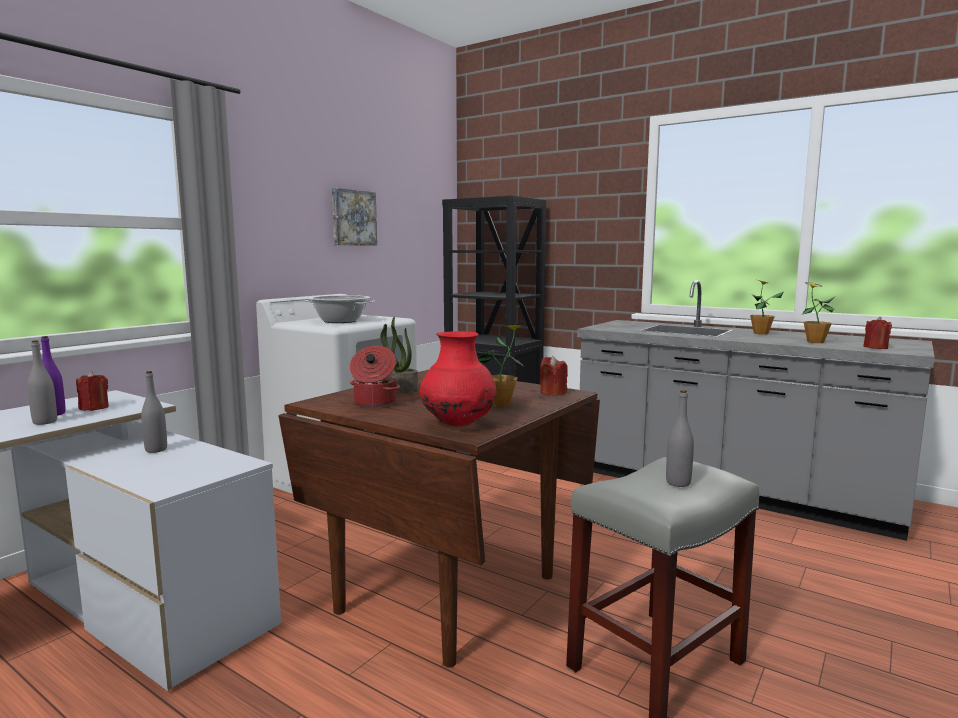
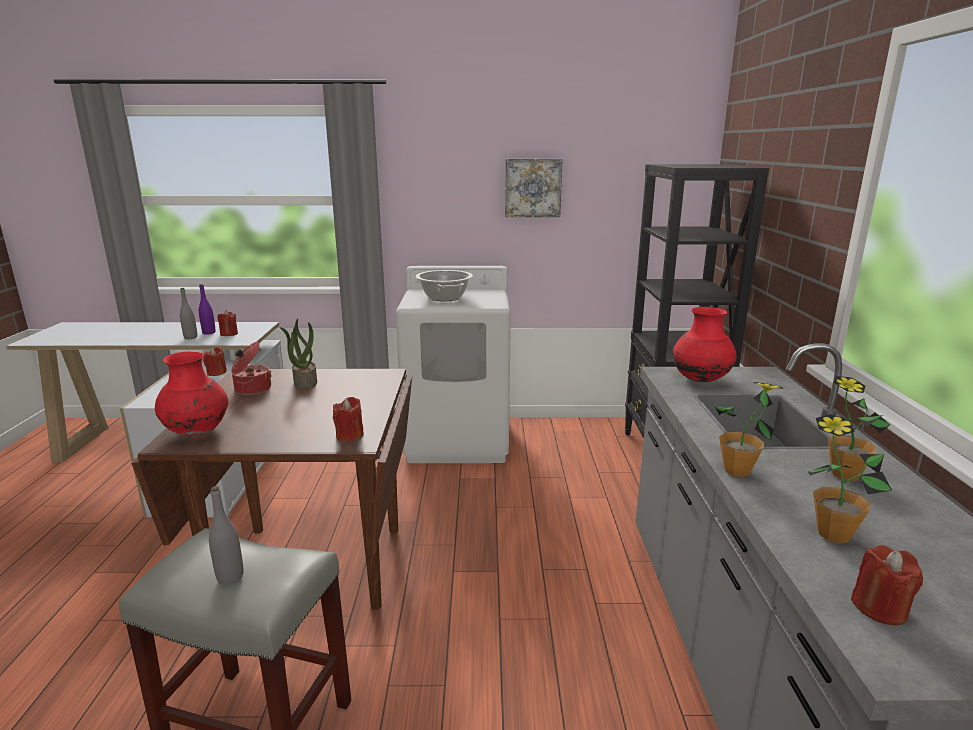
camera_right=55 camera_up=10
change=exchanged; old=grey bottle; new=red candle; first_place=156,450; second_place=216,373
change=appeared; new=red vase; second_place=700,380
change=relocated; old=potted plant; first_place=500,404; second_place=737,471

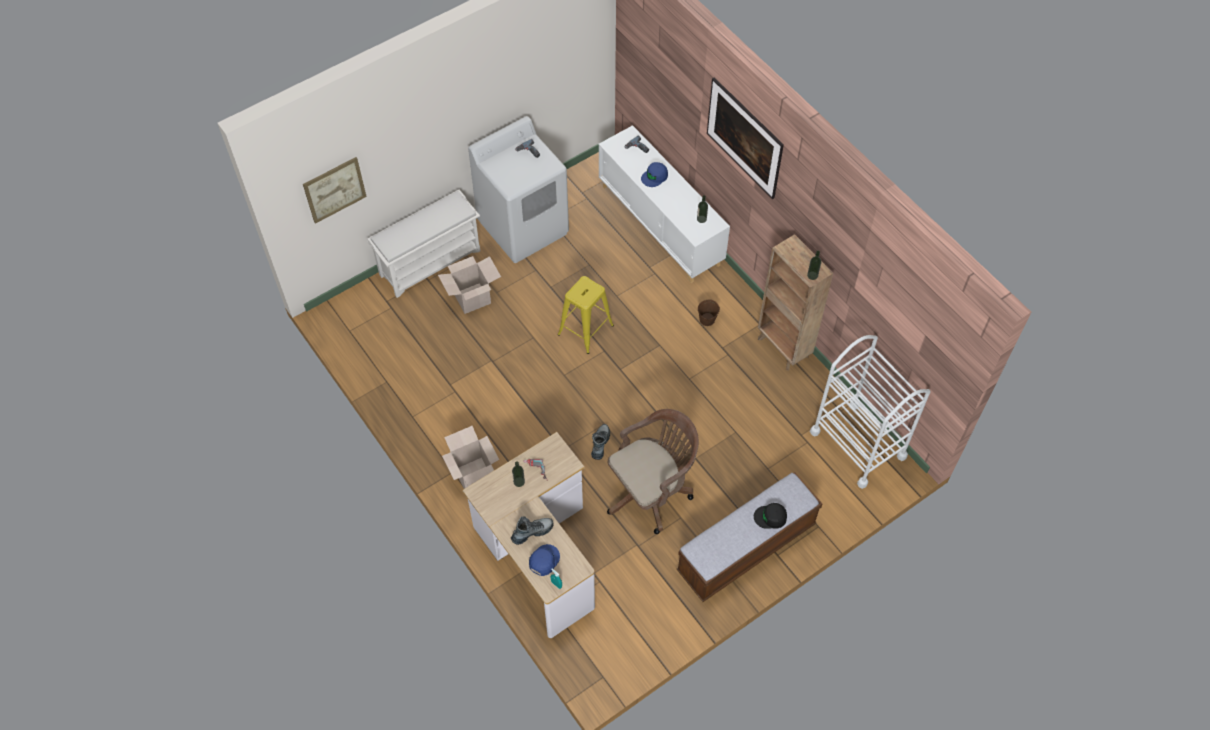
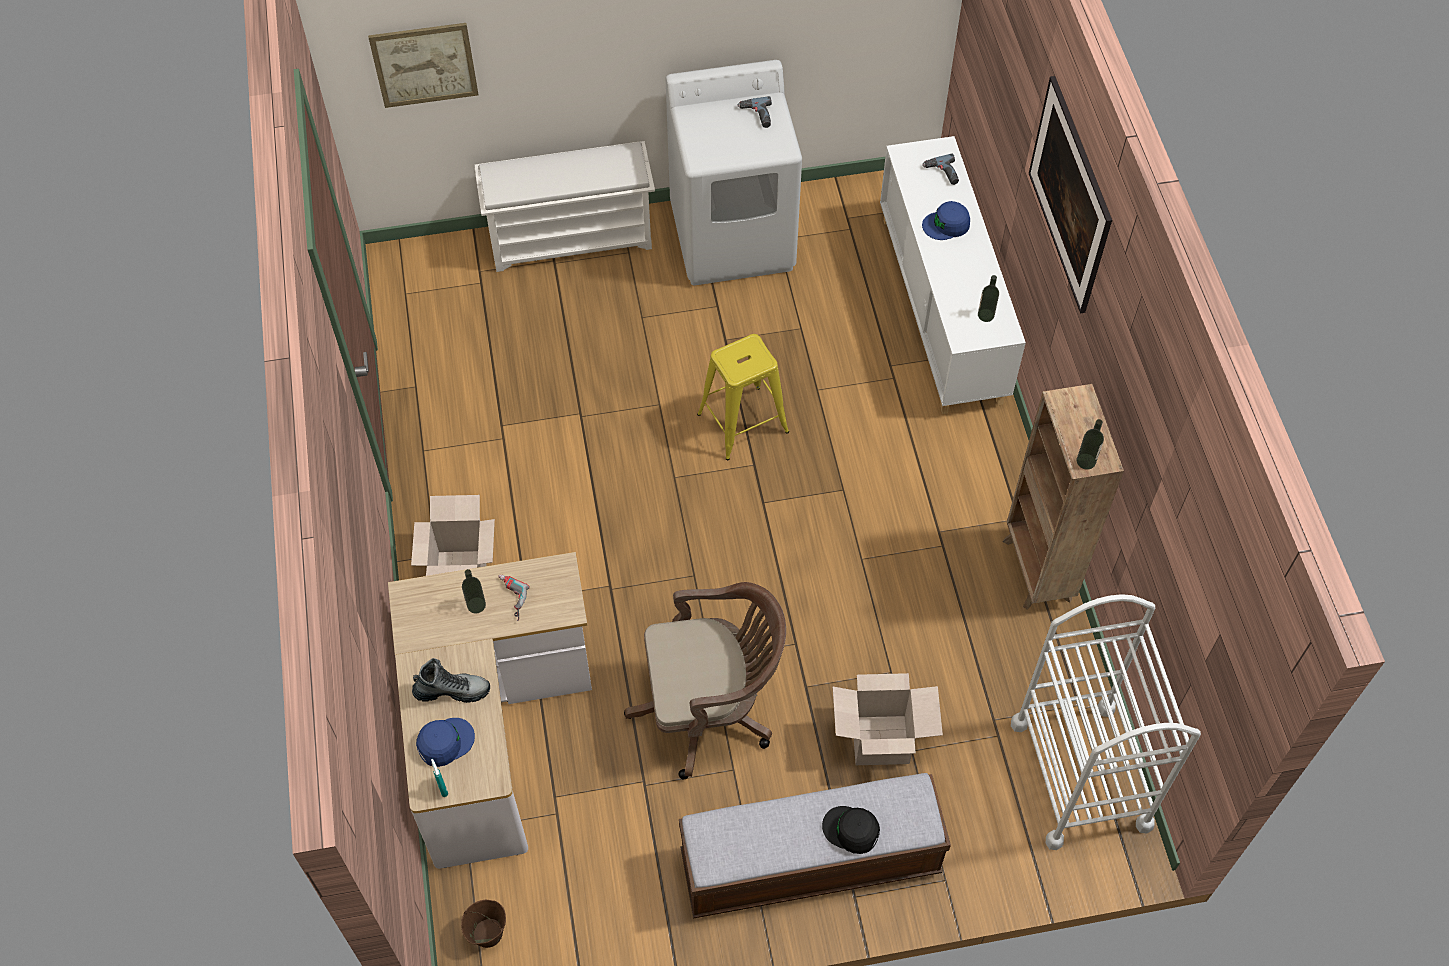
camera_right=25 camera_up=0
change=relocated; old=brown bucket; first_place=707,320; second_place=487,933
change=relocated; old=cardboard box; first_place=472,298; second_place=880,741
change=missing; old=boot; first_place=600,443

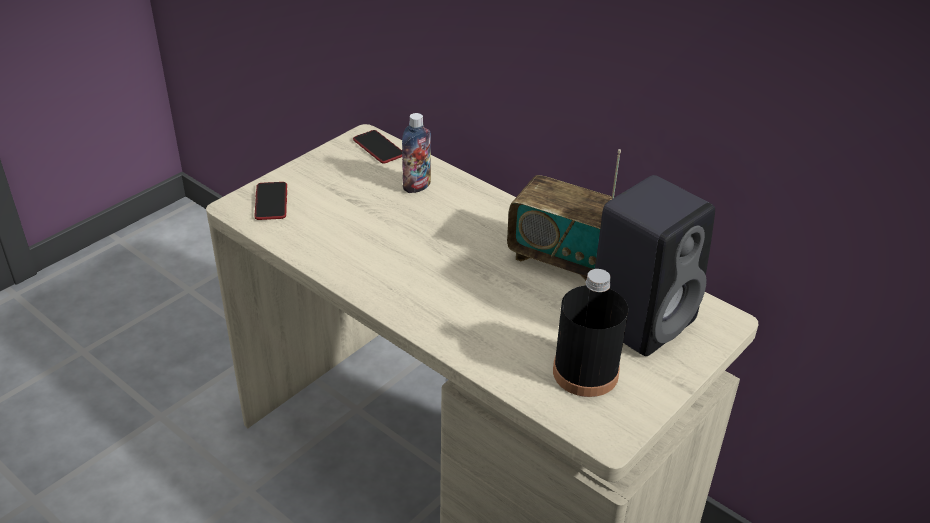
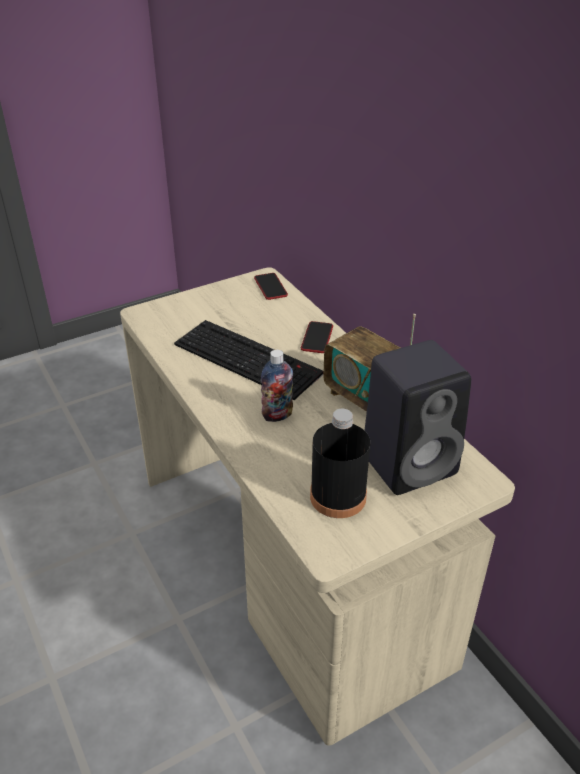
camera_right=20 camera_up=0
change=appeared; new=keyboard; second_place=250,359
change=relocated; old=bottle; first_place=417,186; second_place=277,415
change=relocated; old=phone; first_place=271,202; second_place=317,338

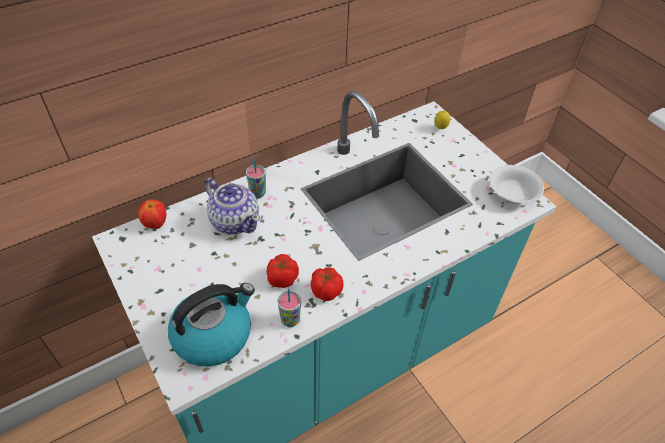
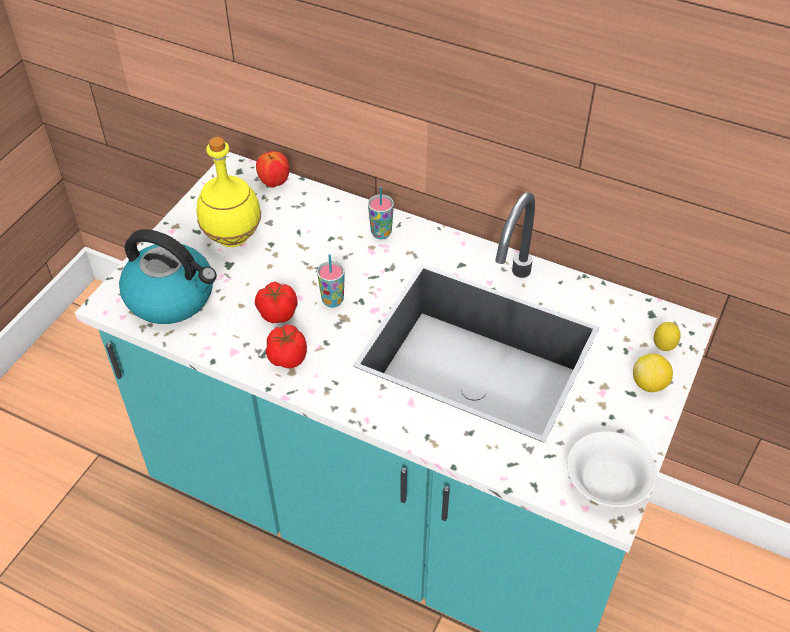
camera_right=60 camera_up=0
change=appeared; new=yellow bottle; second_place=232,238
change=relocated; old=cup; first_place=290,320; second_place=332,300
change=appeared; new=lemon; second_place=649,384
change=missing; old=teapot; first_place=235,221

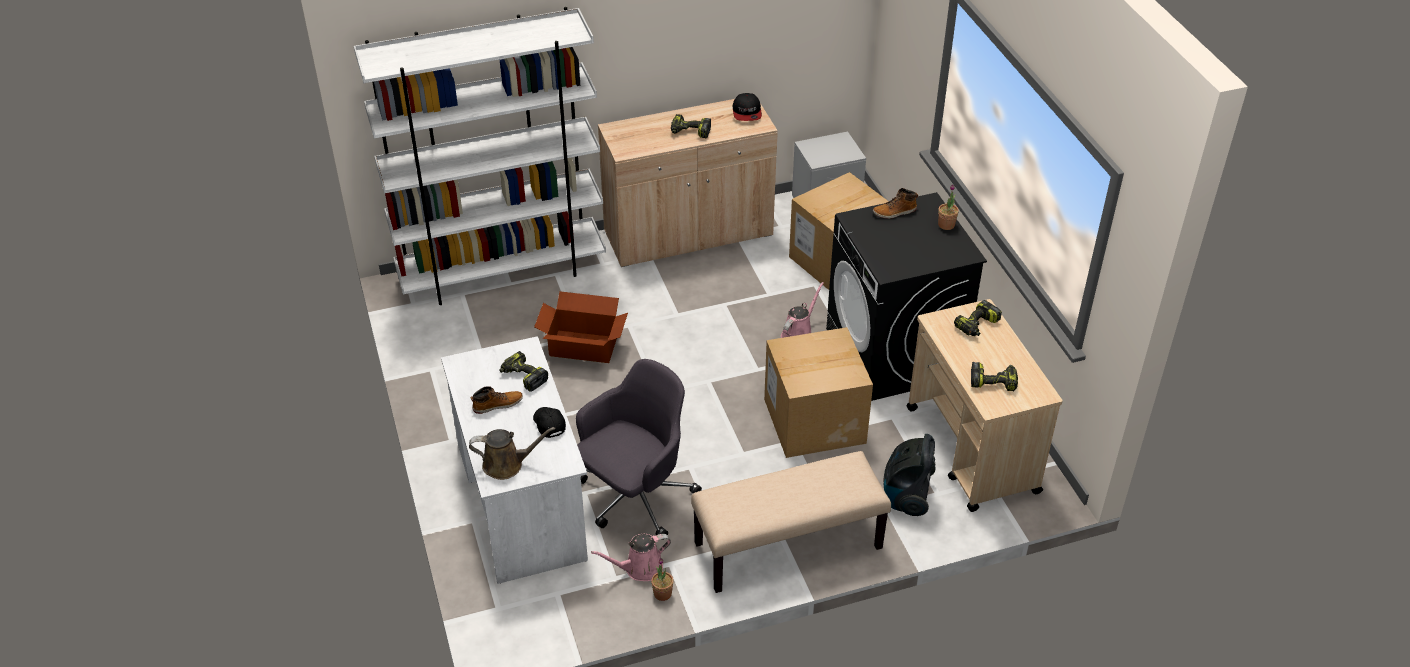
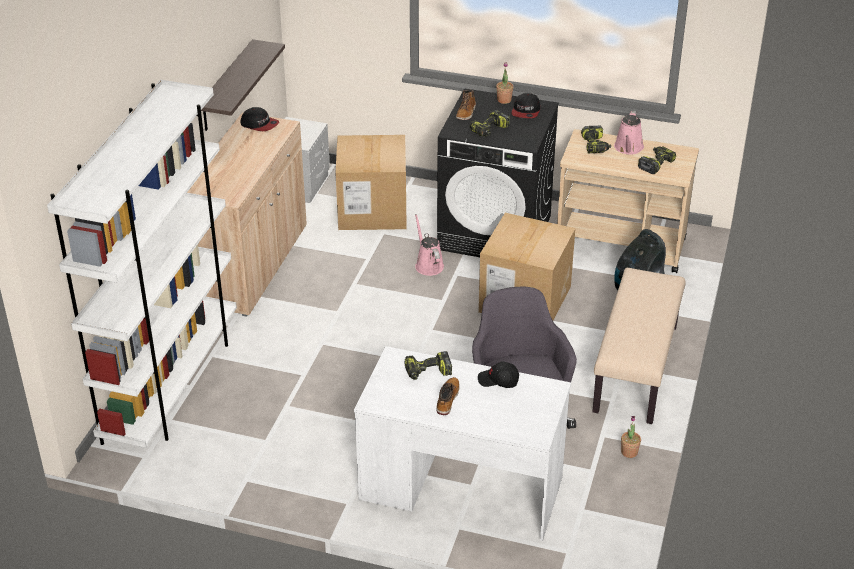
camera_right=-55 camera_up=-5
change=appeared; new=shelf; second_place=226,86
change=relocated; old=power drill; first_place=690,132; second_place=490,130
change=appeared; new=cap; second_place=526,111
change=relocated; old=pink watering can; first_place=640,568; second_place=628,148
change=missing; old=brown watering can; first_place=507,464
change=missing; old=cardboard box; first_place=583,347

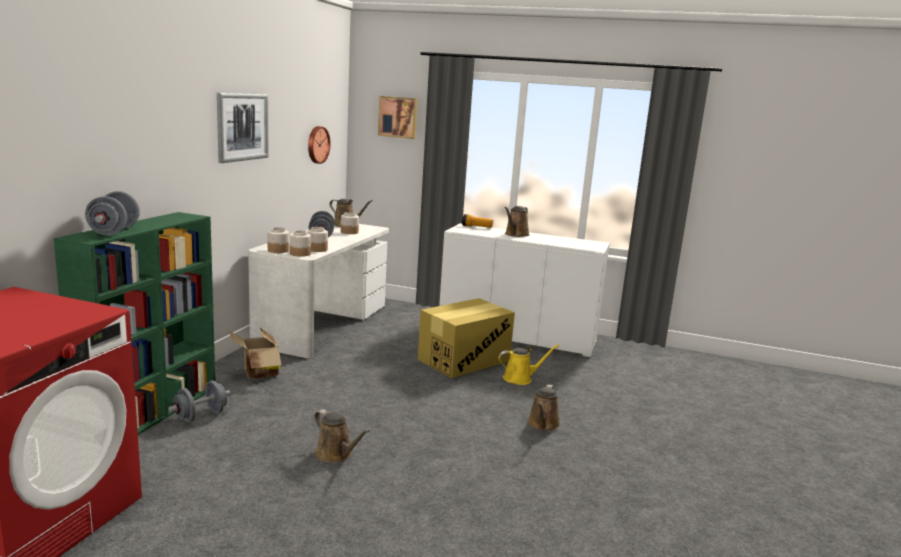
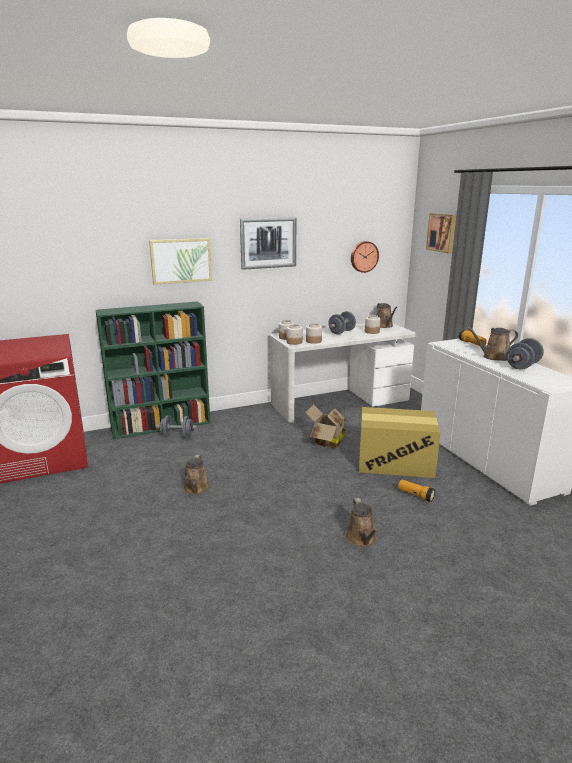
camera_right=50 camera_up=5
change=appeared; new=picture; second_place=181,260
change=relocated; old=cardboard box; first_place=257,373; second_place=326,442
change=spun; old=brown watering can; first_place=543,425; second_place=362,539; degrees=-75
change=exchanged; old=yellow watering can; new=flashlight; first_place=520,378; second_place=415,495
change=relocated; old=grey dumbbell; first_place=114,231; second_place=522,366

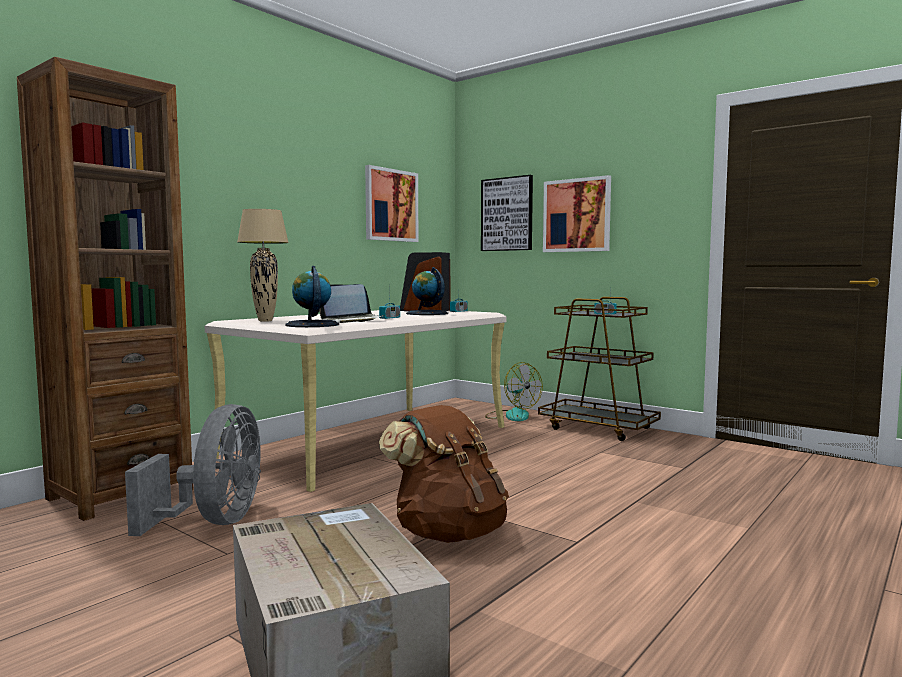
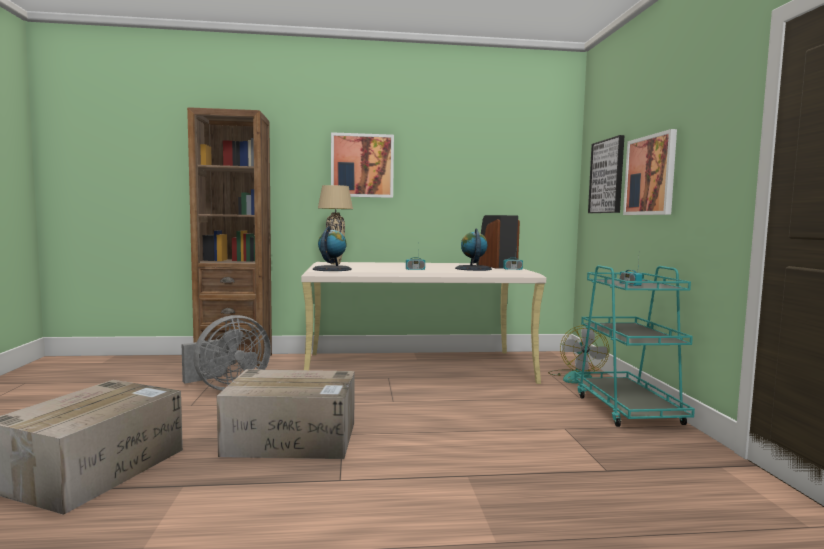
camera_right=45 camera_up=0
change=exchanged; old=brown backpack; new=cardboard box; first_place=448,533; second_place=293,438
change=relocated; old=picture; first_place=391,205; second_place=362,165
change=colour; old=brown cart; new=turquoise cart; first_place=598,428; second_place=627,409
change=missing; old=laptop; first_place=352,320

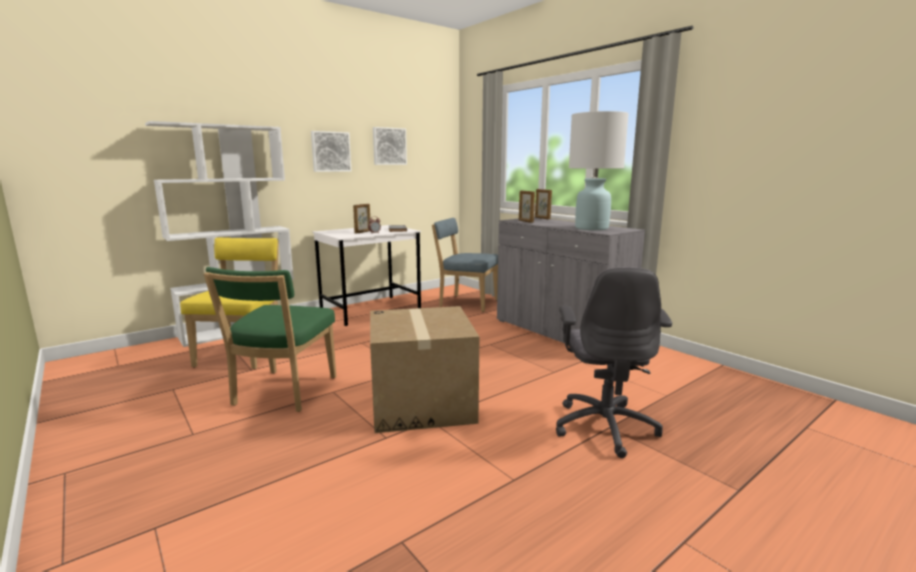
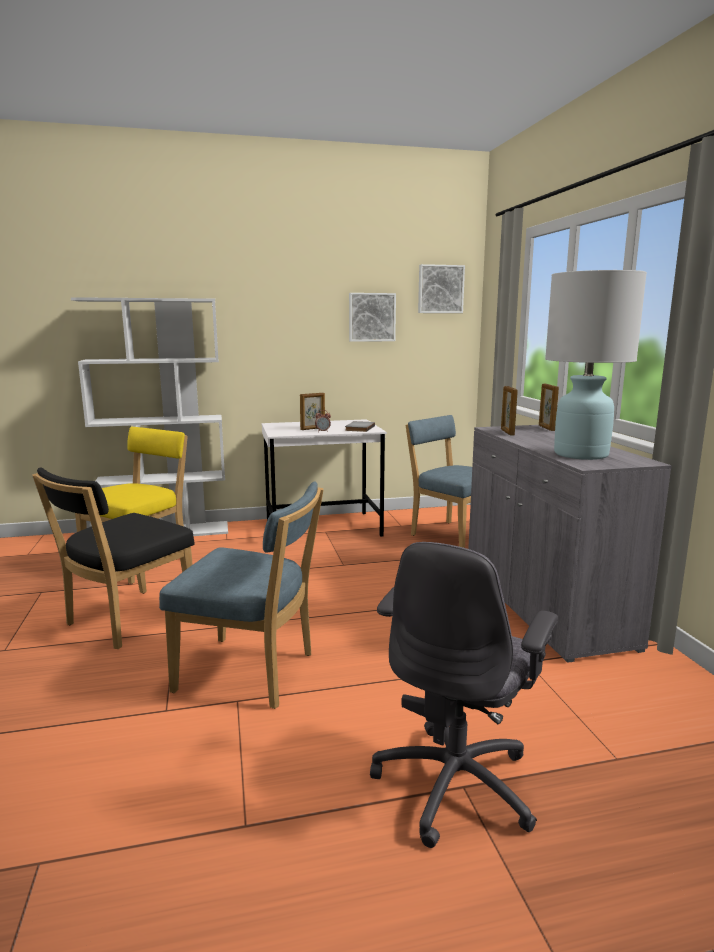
camera_right=25 camera_up=0
change=colour; old=green chair; new=black chair; first_place=282,393; second_place=126,621
change=exchanged; old=cardboard box; new=blue chair; first_place=422,403; second_place=252,673
change=relocated; old=picture; first_place=330,151; second_place=440,289

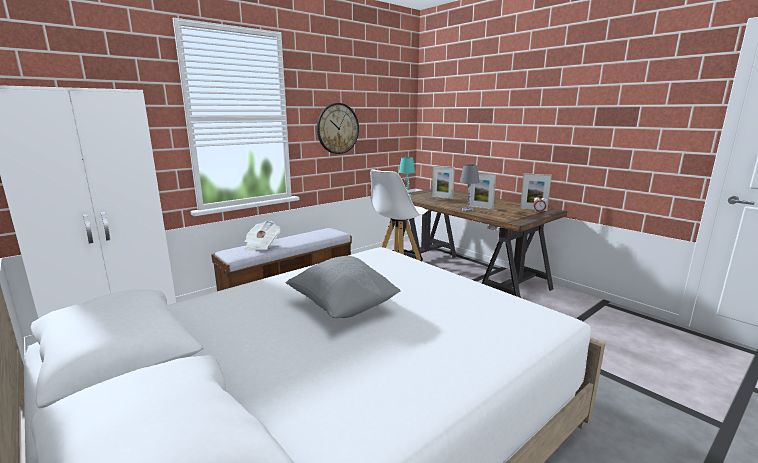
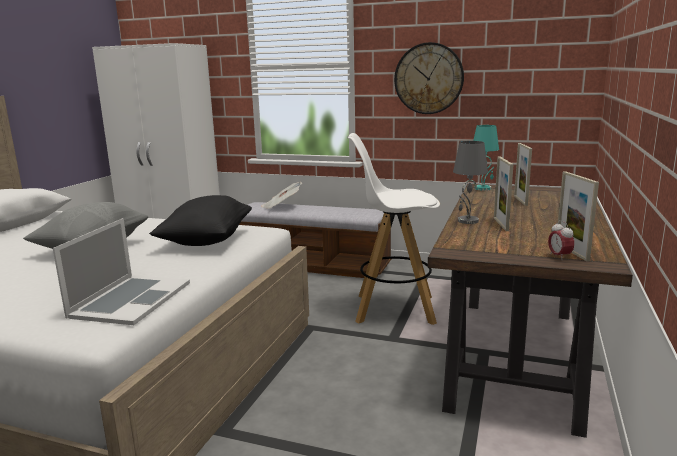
camera_right=60 camera_up=0
change=appeared; new=laptop; second_place=130,299
change=appeared; new=black pillow; second_place=206,241

